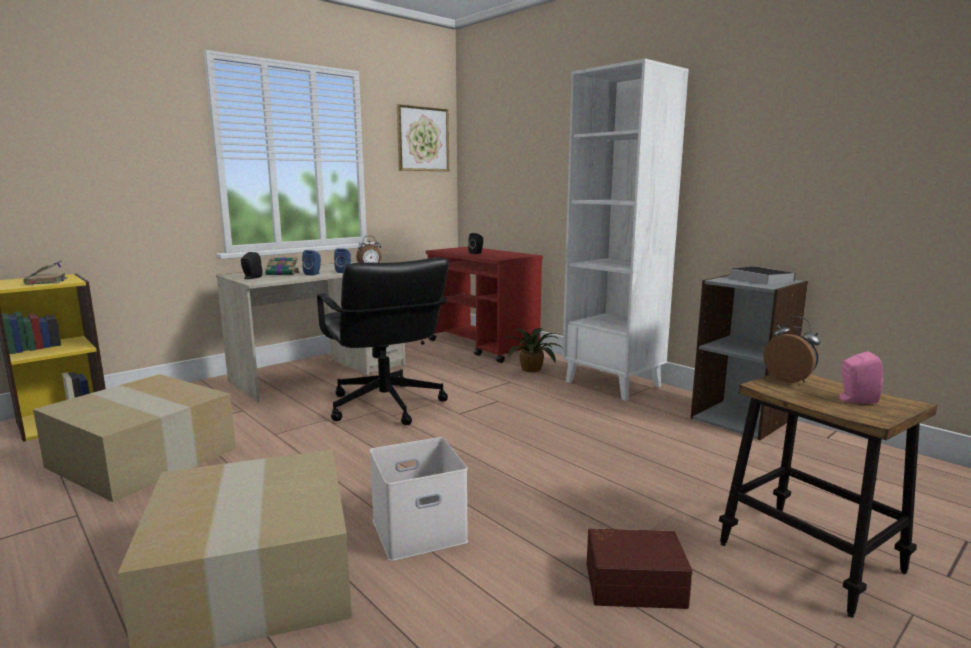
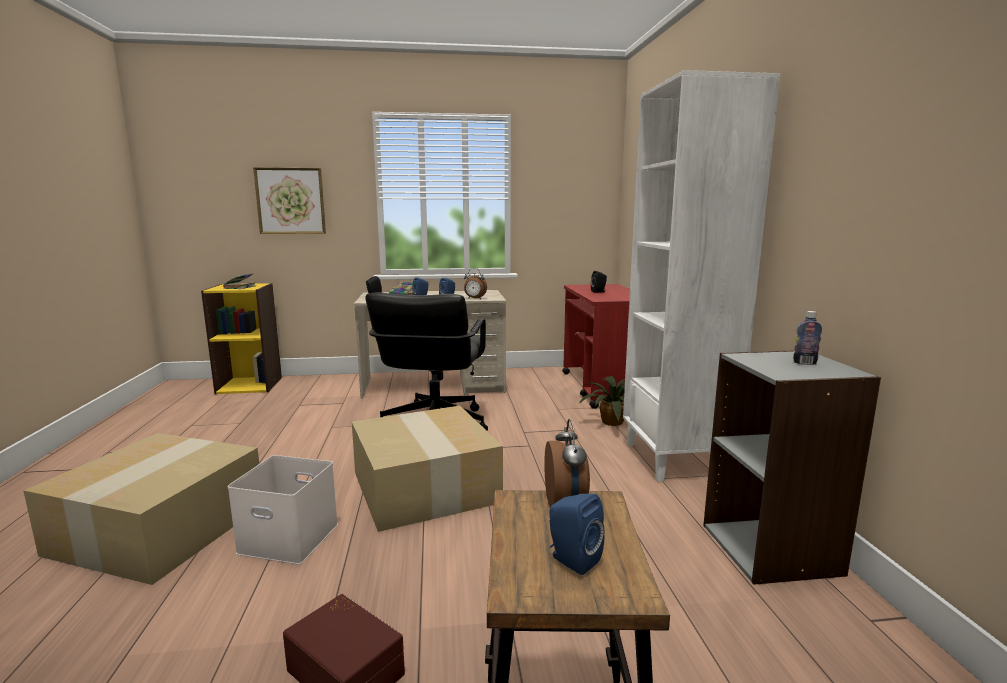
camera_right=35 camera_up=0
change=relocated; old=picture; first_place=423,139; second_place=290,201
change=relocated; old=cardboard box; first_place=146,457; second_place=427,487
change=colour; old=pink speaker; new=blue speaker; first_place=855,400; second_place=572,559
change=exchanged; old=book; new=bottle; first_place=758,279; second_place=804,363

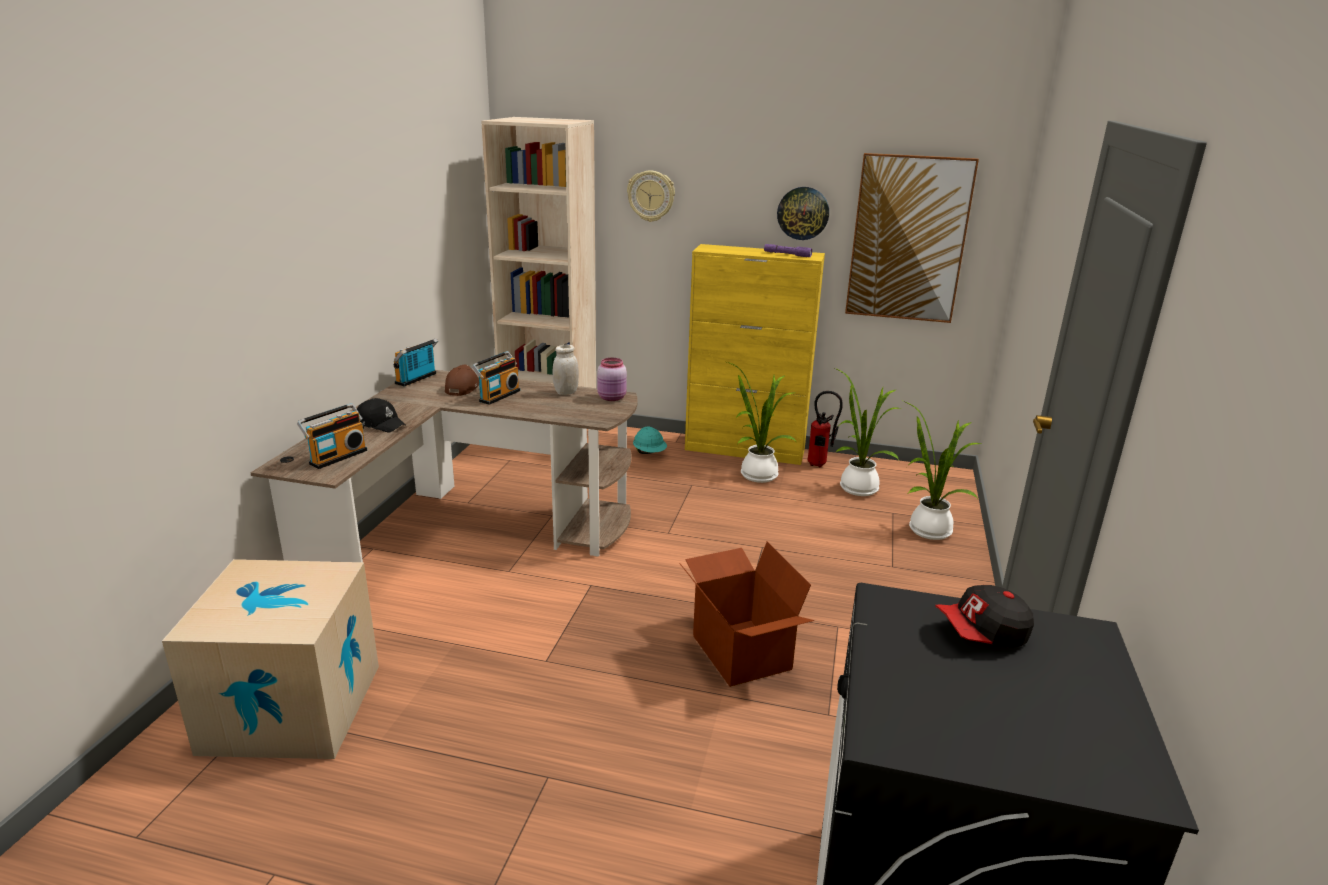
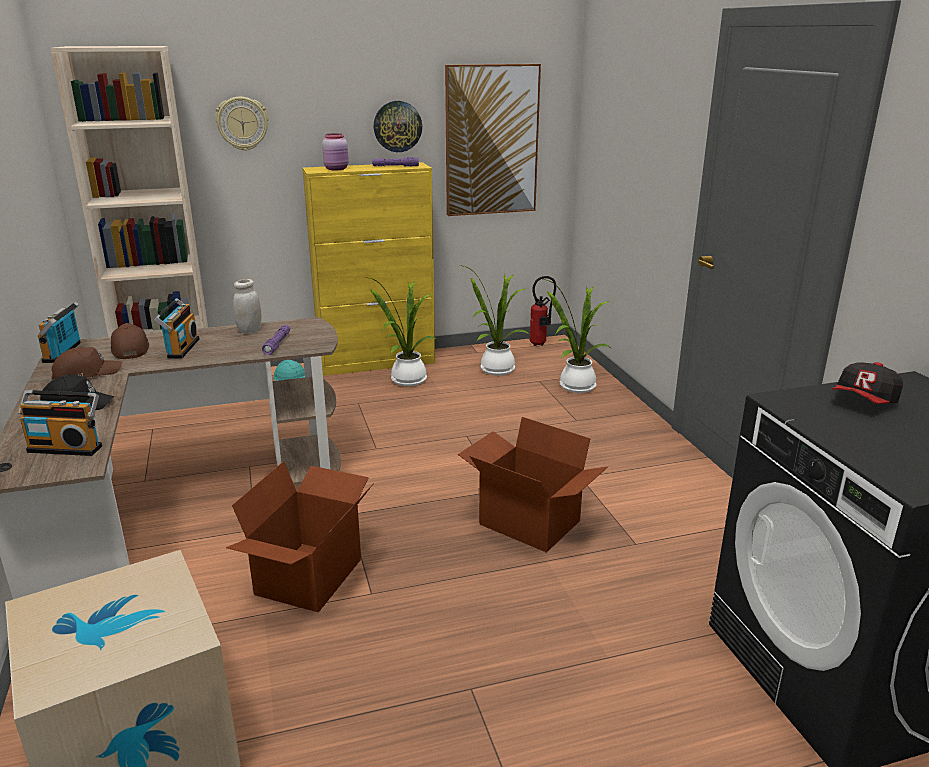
camera_right=-30 camera_up=0
change=spun; old=radio; first_place=337,456; second_place=67,447; degrees=90
change=appeared; new=brown cap; second_place=86,373
change=appeared; new=cardboard box; second_place=311,577
change=appeared; new=purple flashlight; second_place=277,344
change=relocated; old=pink jar; first_place=612,398; second_place=337,169
change=relocated; old=fire extinguisher; first_place=819,465; second_place=540,344

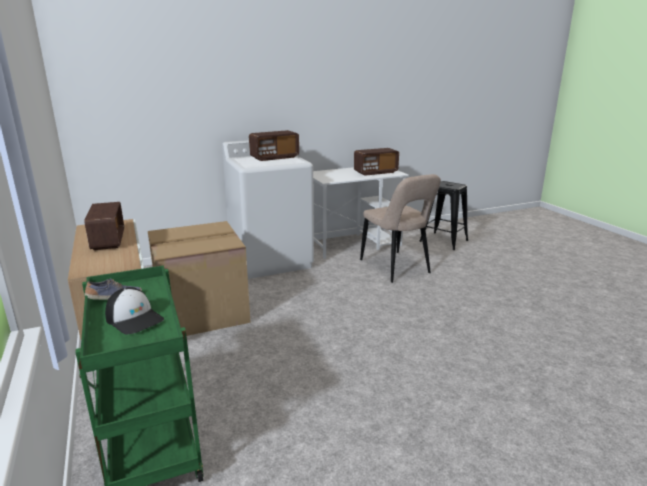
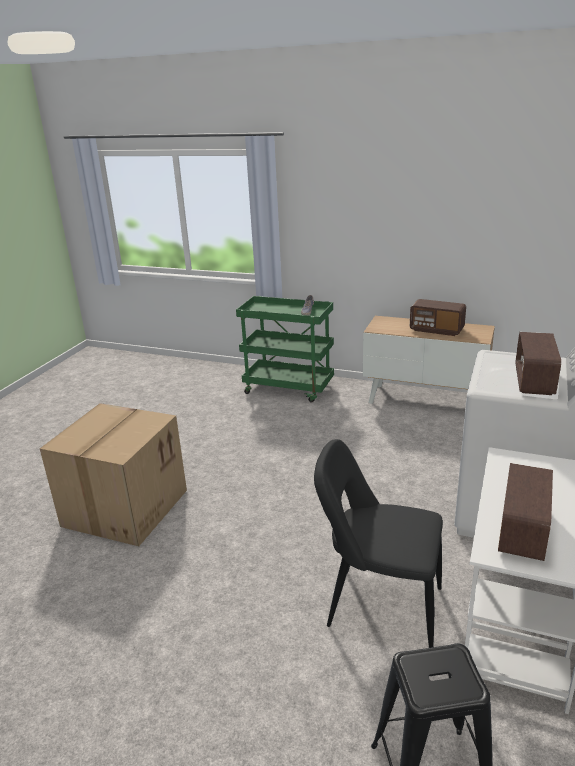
camera_right=135 camera_up=5
change=relocated; old=cardboard box; first_place=201,312; second_place=125,506
change=colour; old=beige chair; new=black chair; first_place=396,268; second_place=378,606
change=missing; old=cap; first_place=135,319

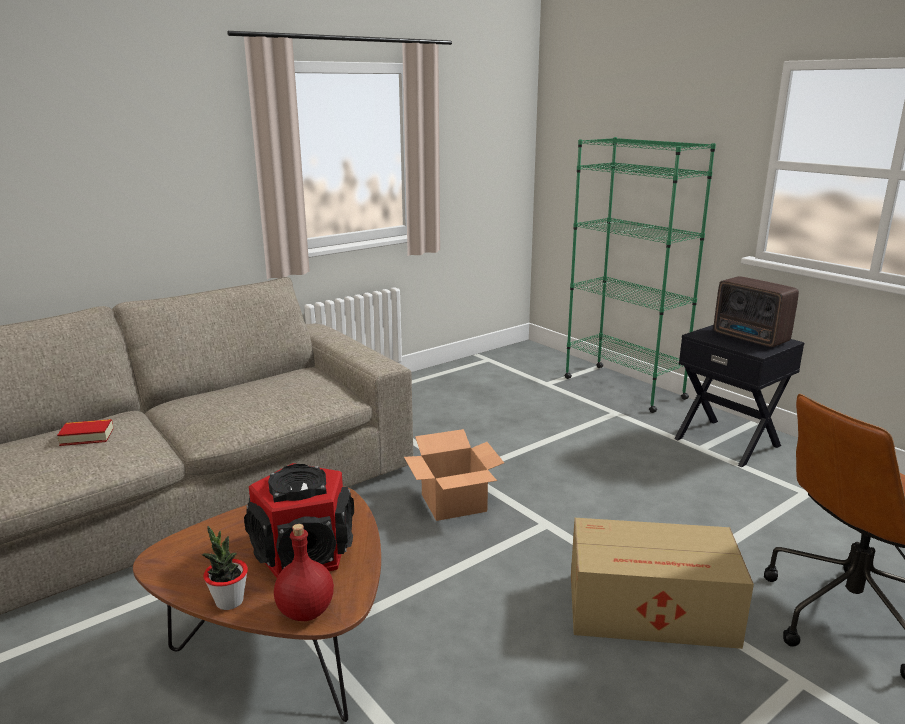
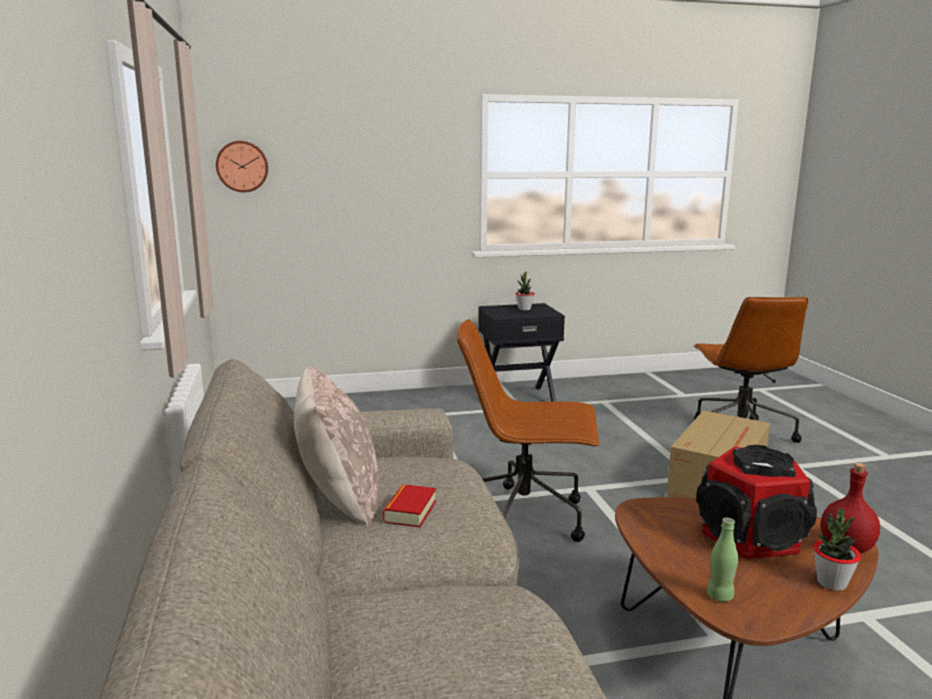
camera_right=-65 camera_up=-5
change=appeared; new=wall clock; second_place=242,166
change=appeared; new=beige pillow; second_place=338,498
change=relocated; old=book; first_place=87,437; second_place=410,511
change=exchanged; old=cardboard box; new=brown office chair; first_place=454,502; second_place=525,517
change=exchanged; old=radio; new=potted plant; first_place=751,338; second_place=524,309
change=appeared; new=green bottle; second_place=720,596
change=missing; old=green bookcase; first_place=623,388

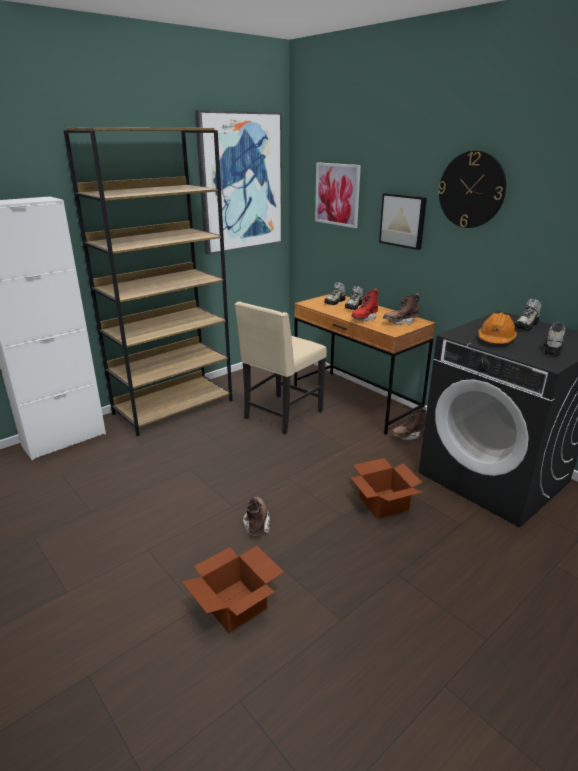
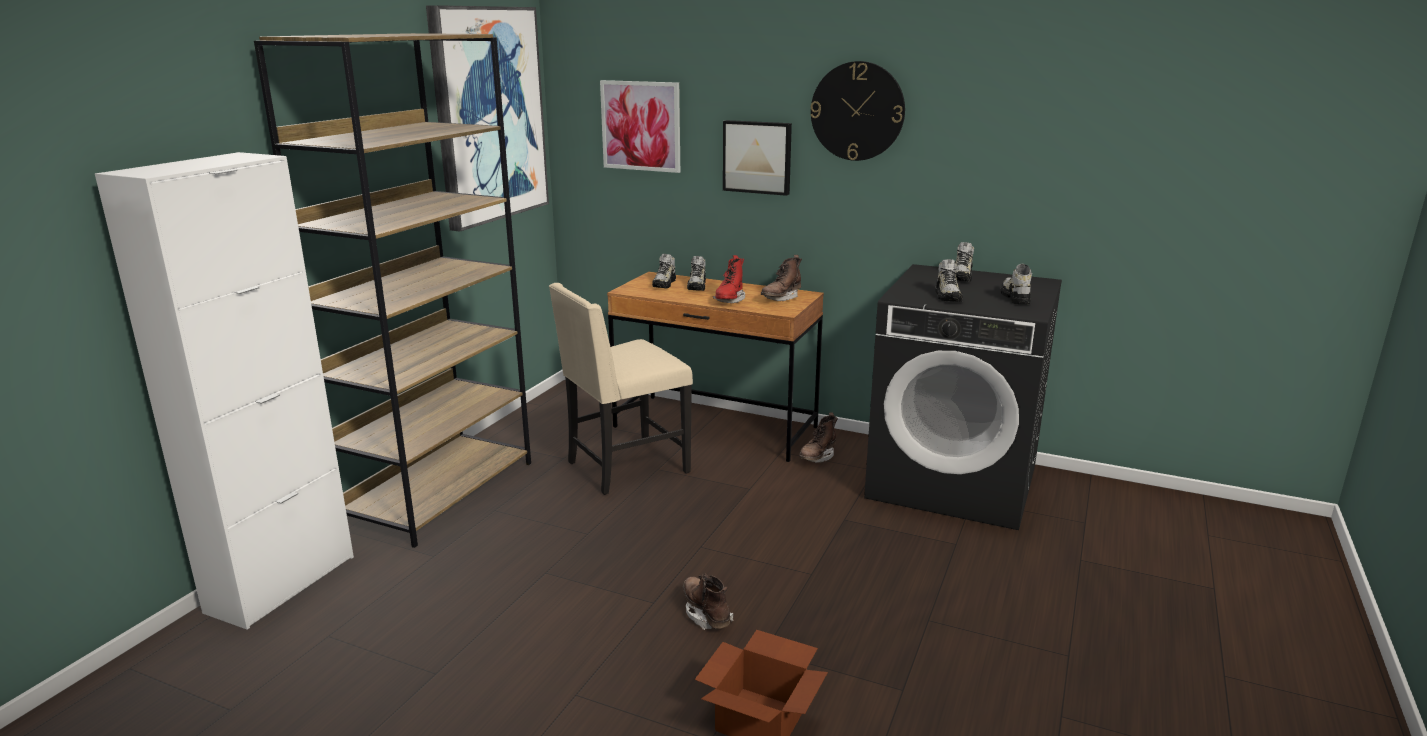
camera_right=-25 camera_up=-5
change=spun; old=beige chair; first_place=281,415; second_place=625,467; degrees=45
change=exchanged; old=orange hard hat; new=shoe; first_place=495,339; second_place=948,296
change=missing; old=cardboard box; first_place=383,502

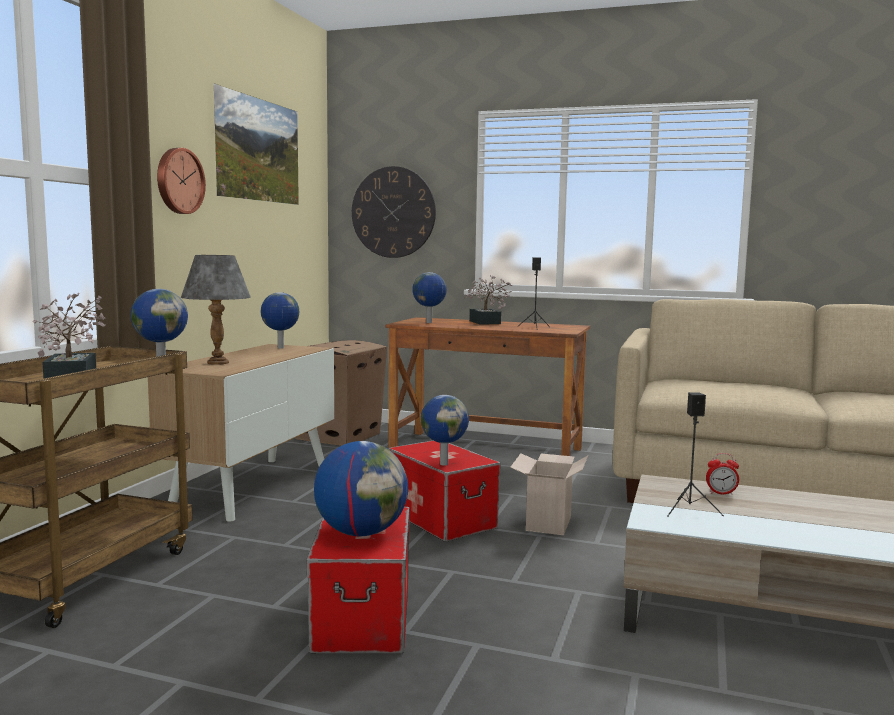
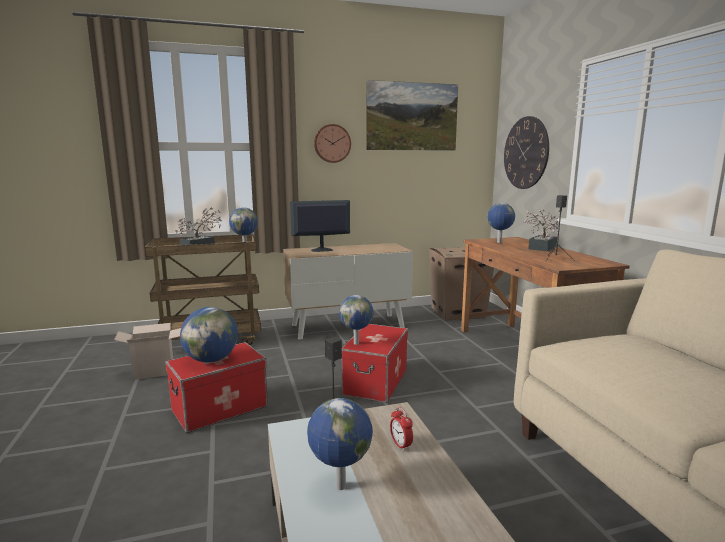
camera_right=55 camera_up=5
change=relocated; old=cardboard box; first_place=547,523; second_place=155,371
change=exchanged; old=grey table lamp; new=monitor; first_place=218,362; second_place=321,250
change=relocated; old=globe; first_place=280,348; second_place=339,487

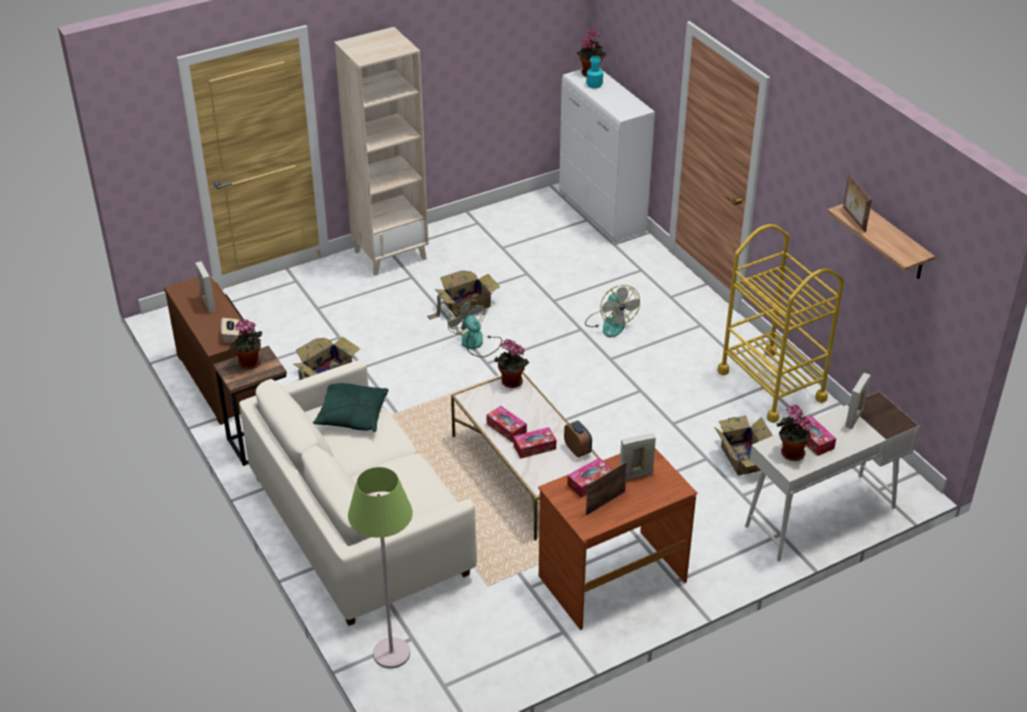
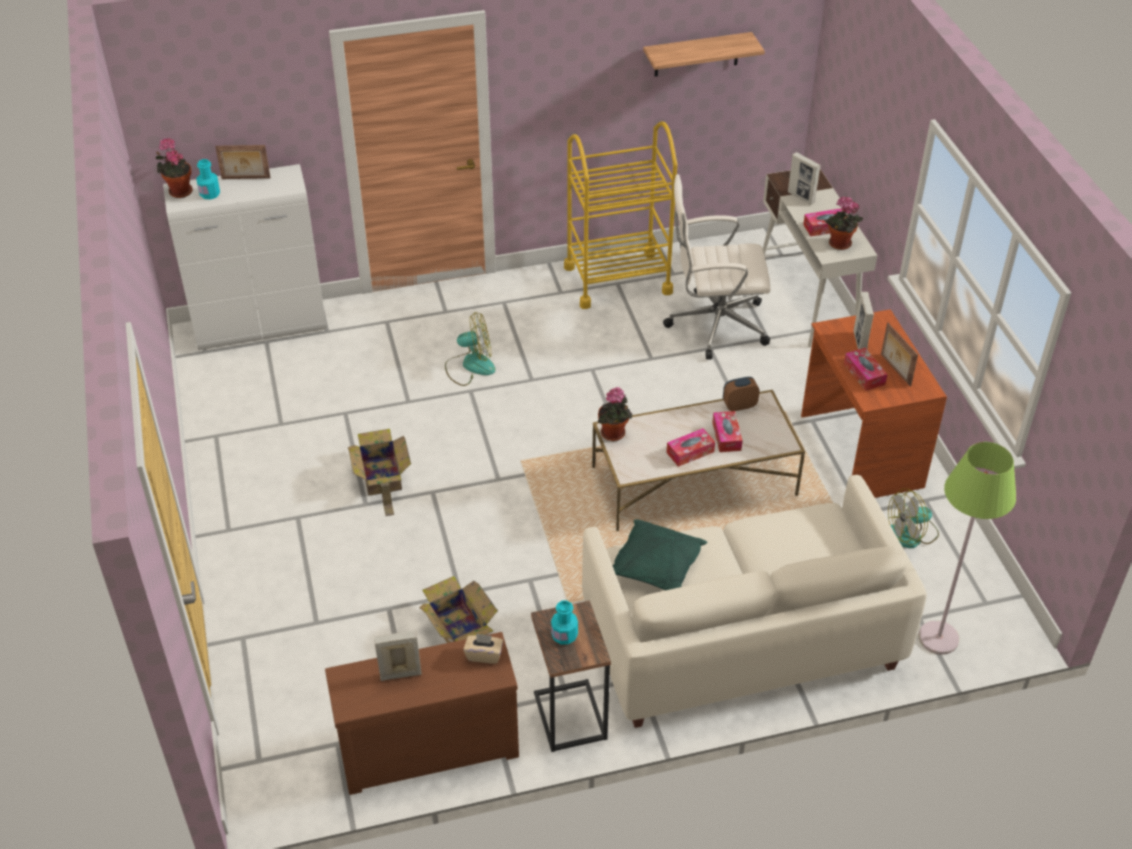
camera_right=-75 camera_up=5
change=relocated; old=picture frame; first_place=853,219; second_place=246,179
change=exchanged; old=potted plant; new=turquoise bottle; first_place=249,364; second_place=564,635
change=exchanged; old=cardboard box; new=white office chair; first_place=742,456; second_place=714,324
change=relocated; old=fan; first_place=476,343; second_place=910,534
change=missing; old=beige bookcase; first_place=390,255

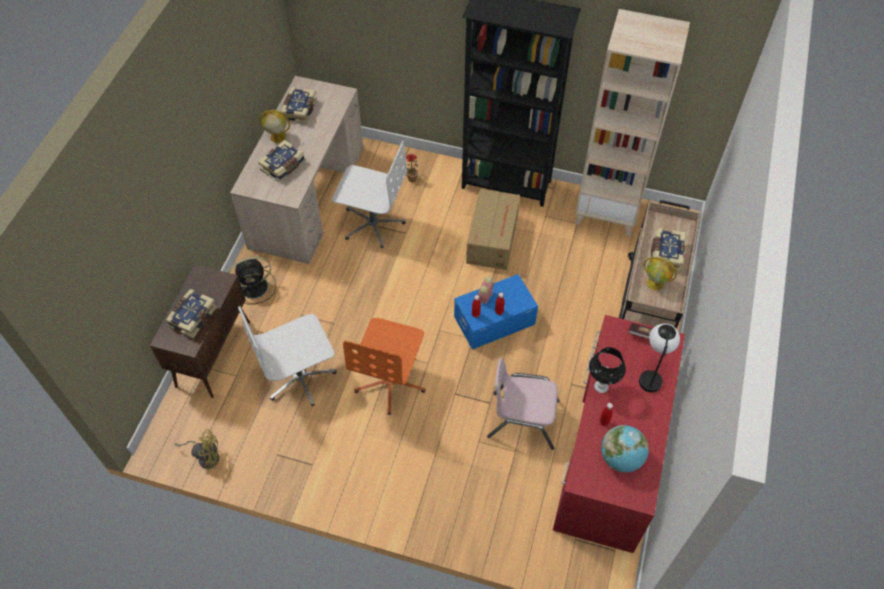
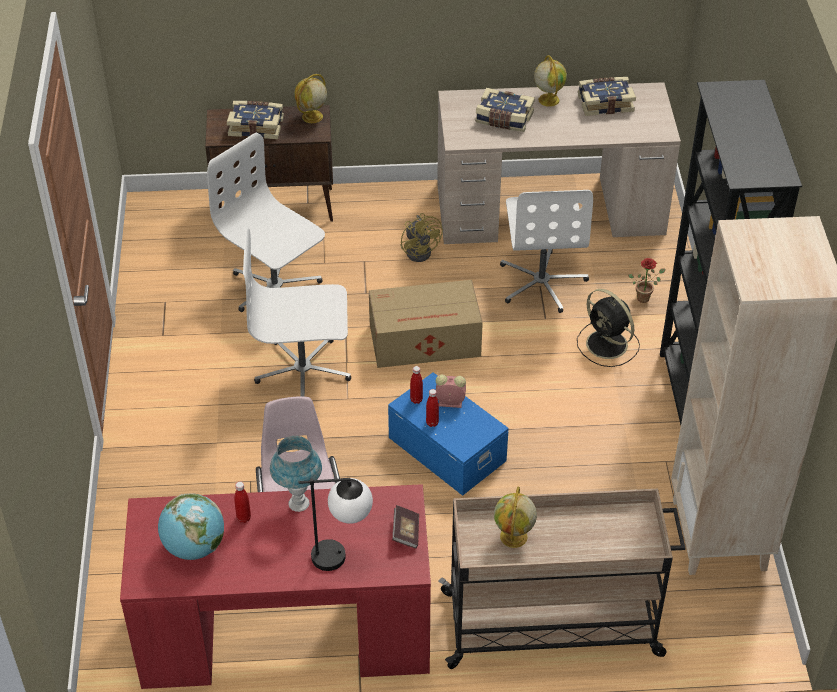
camera_right=70 camera_up=-10
change=colour; old=orange office chair; new=white office chair; first_place=391,382; second_place=303,371
change=colour; old=black table lamp; new=blue table lamp; first_place=601,386; second_place=299,504
change=appeared; new=globe; second_place=312,117
change=relocated; old=cardboard box; first_place=493,238; second_place=426,340
change=relocated; old=yellow fan; first_place=206,456; second_place=421,250
change=relocated; old=black fan; first_place=255,287; second_place=608,345
change=missing; old=book; first_place=665,254

